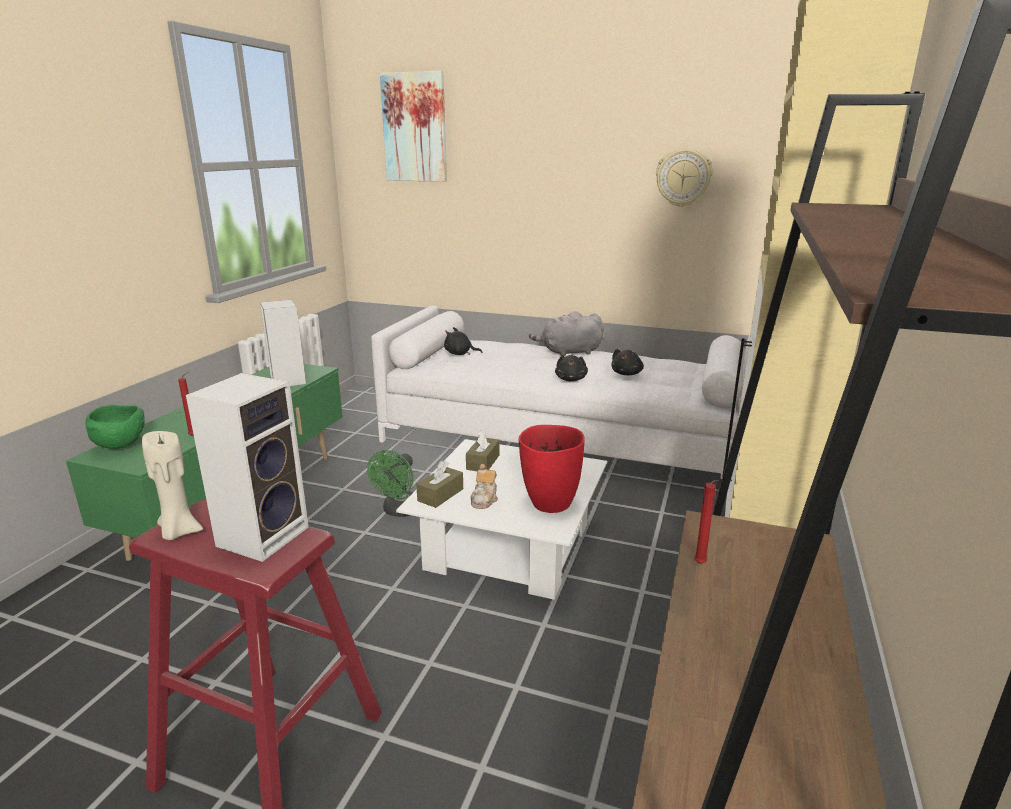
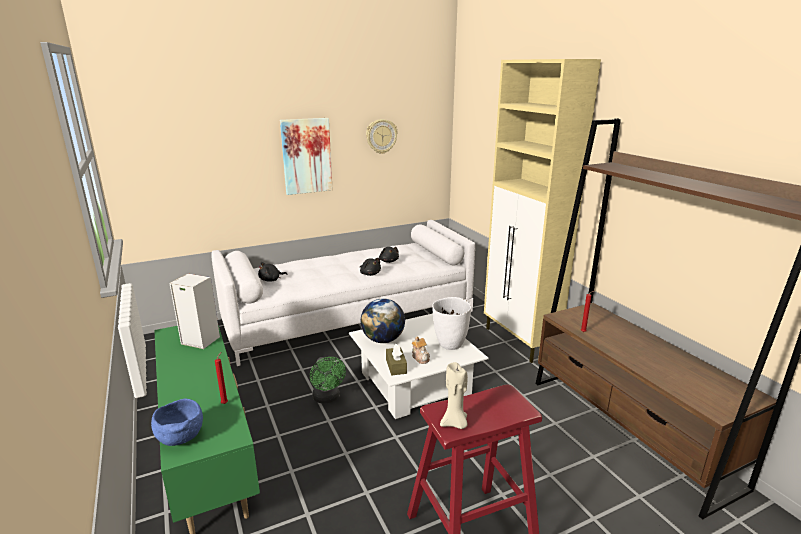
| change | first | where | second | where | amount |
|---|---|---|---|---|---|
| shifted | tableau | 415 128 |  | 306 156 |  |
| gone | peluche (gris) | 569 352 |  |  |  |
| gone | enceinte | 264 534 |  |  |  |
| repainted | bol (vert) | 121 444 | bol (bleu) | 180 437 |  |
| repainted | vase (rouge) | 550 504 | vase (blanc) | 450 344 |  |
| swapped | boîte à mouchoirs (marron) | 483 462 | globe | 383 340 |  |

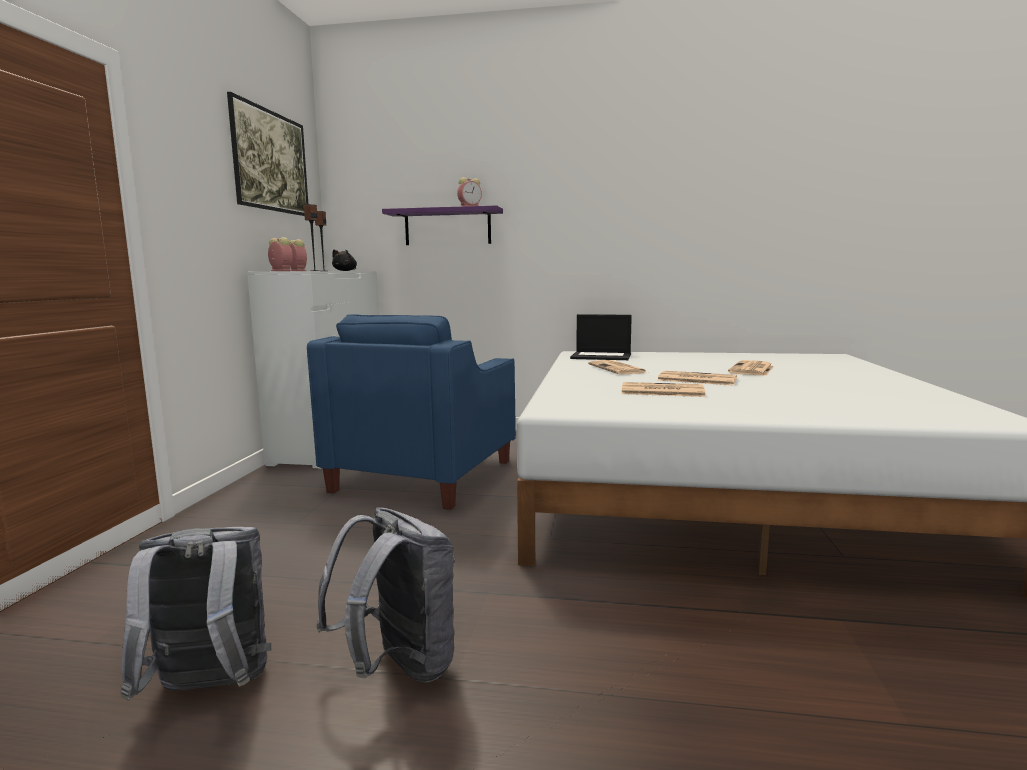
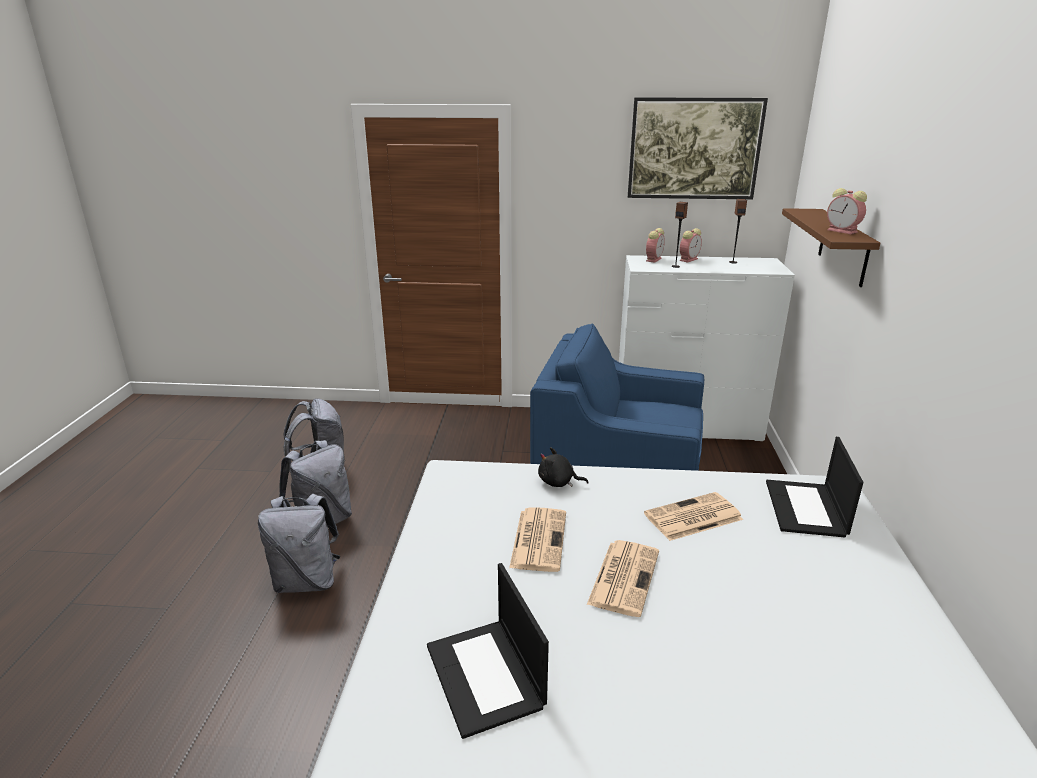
| change | first | where | second | where | amount |
|---|---|---|---|---|---|
| repainted | étagère (violet) | 447 227 | étagère (marron) | 843 247 |  |
| shifted | peluche (noir) | 345 271 |  | 558 482 |  |
| gone | journal | 752 369 |  |  |  |
| new |  |  | sac à dos (gris) | 307 581 |  |
| new |  |  | ordinateur portable | 486 676 |  |

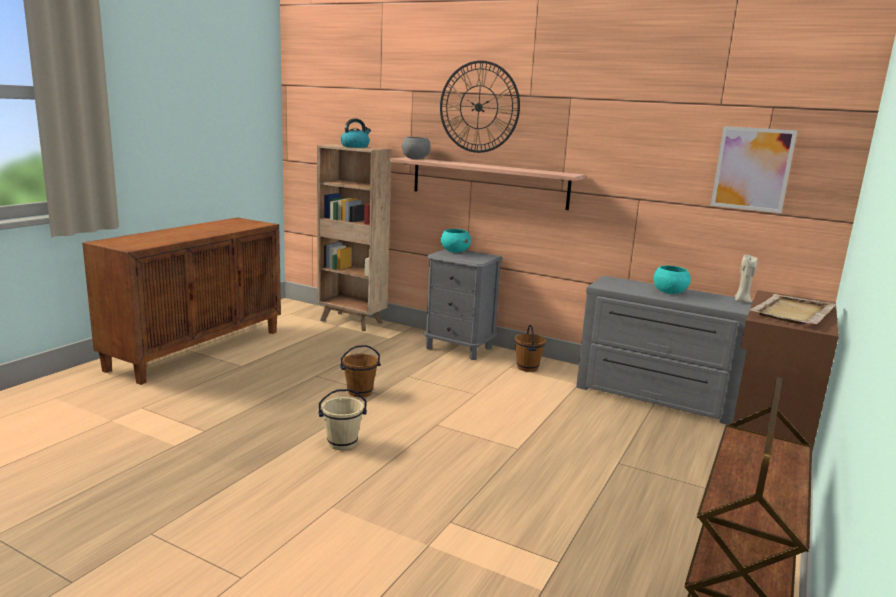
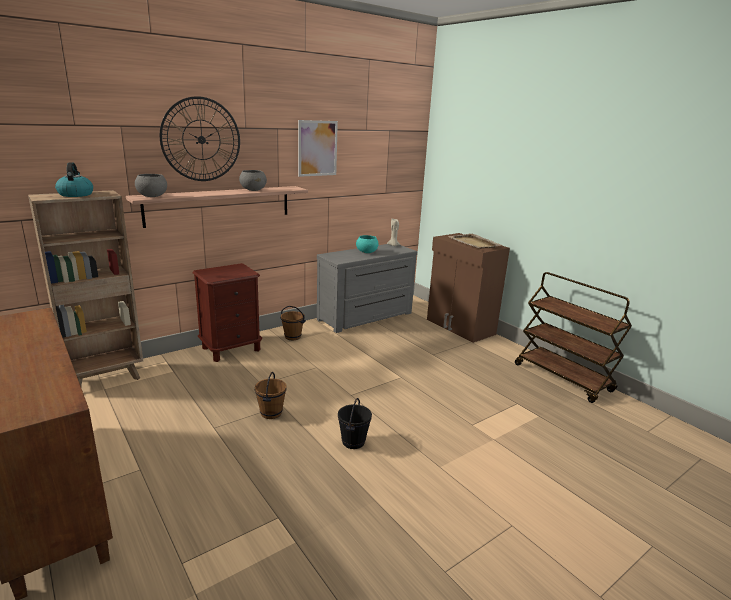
| change | first | where | second | where | amount |
|---|---|---|---|---|---|
| shifted | tableau | 752 169 |  | 317 148 |  |
| gone | bol (turquoise) | 455 251 |  |  |  |
| repainted | table de chevet (gris) | 459 348 | table de chevet (marron) | 231 349 |  |
| repainted | seau (beige) | 342 443 | seau (noir) | 353 442 |  |
| new |  |  | bol (gris) | 253 190 |  |

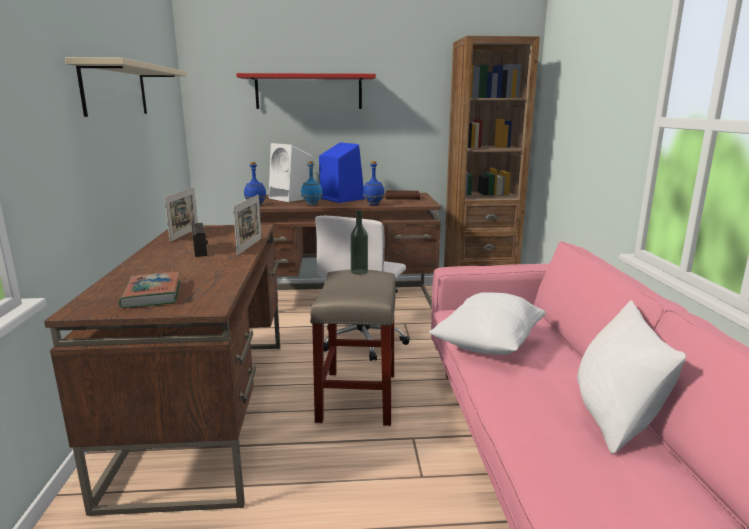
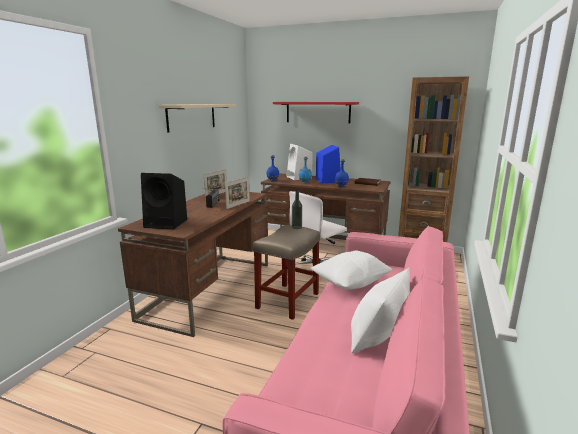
| change | first | where | second | where | amount |
|---|---|---|---|---|---|
| swapped | livre | 152 294 | enceinte (noir) | 167 223 |  |

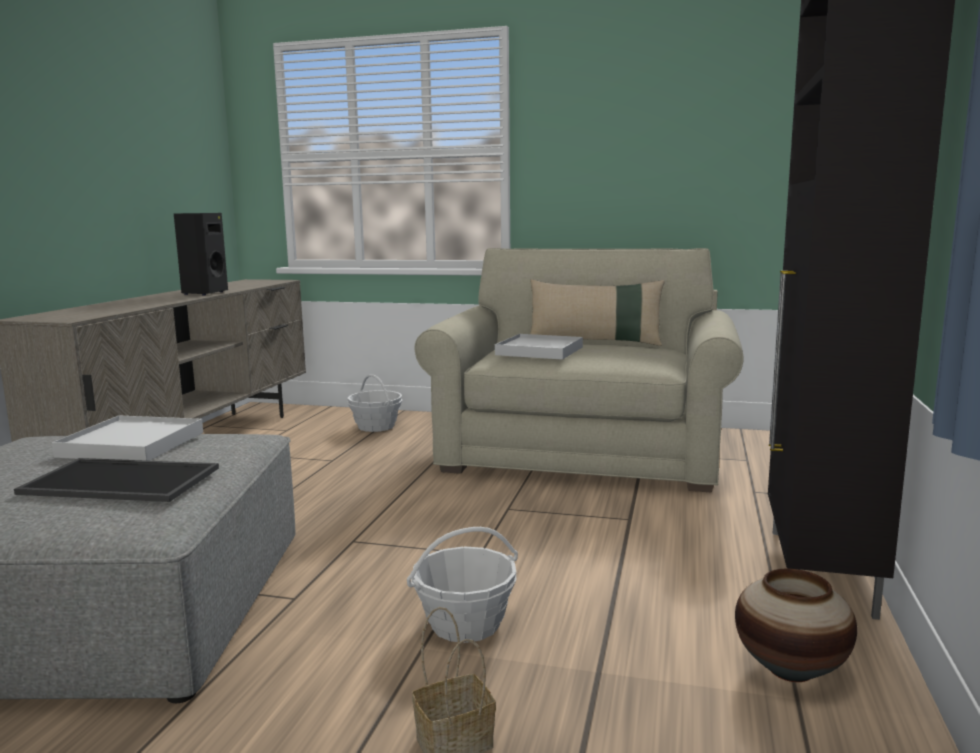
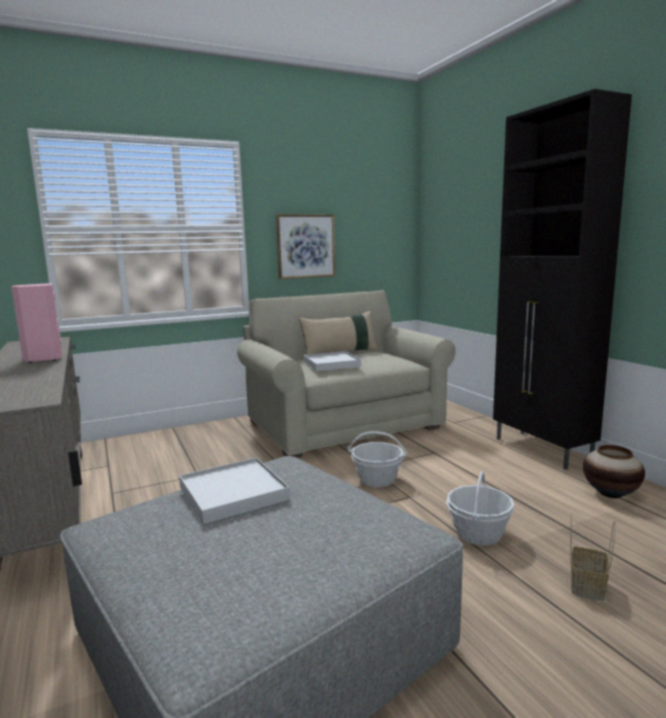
| change | first | where | second | where | amount |
|---|---|---|---|---|---|
| repainted | enceinte (noir) | 203 293 | enceinte (rose) | 43 359 |  |
| shifted | panier | 376 426 |  | 377 479 |  |
| gone | plateau | 118 482 |  |  |  |
| new |  |  | tableau | 306 246 |  |

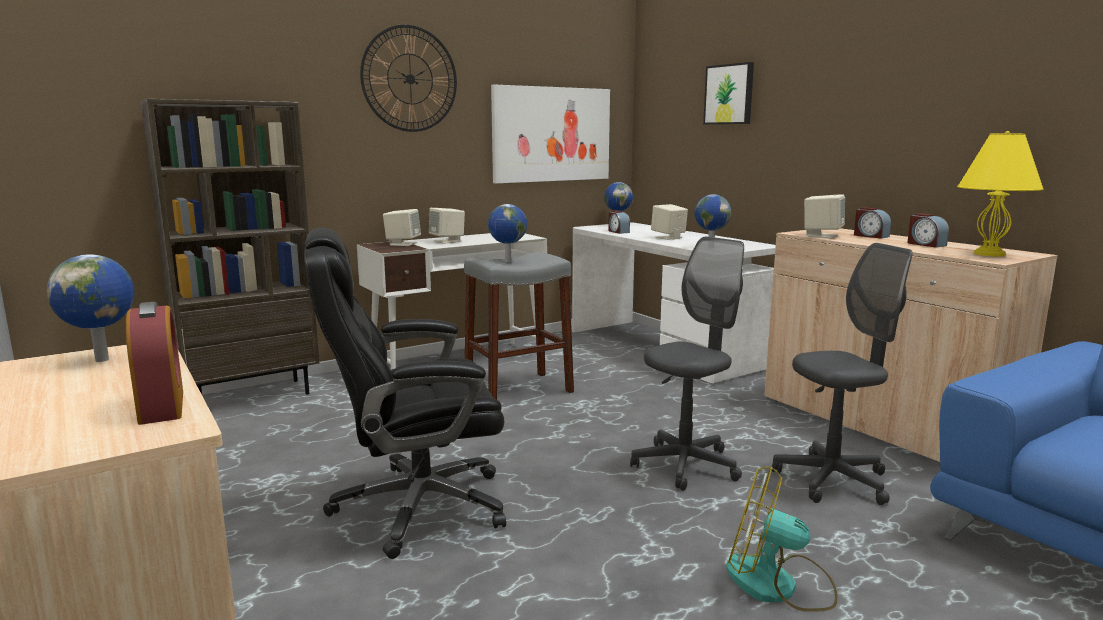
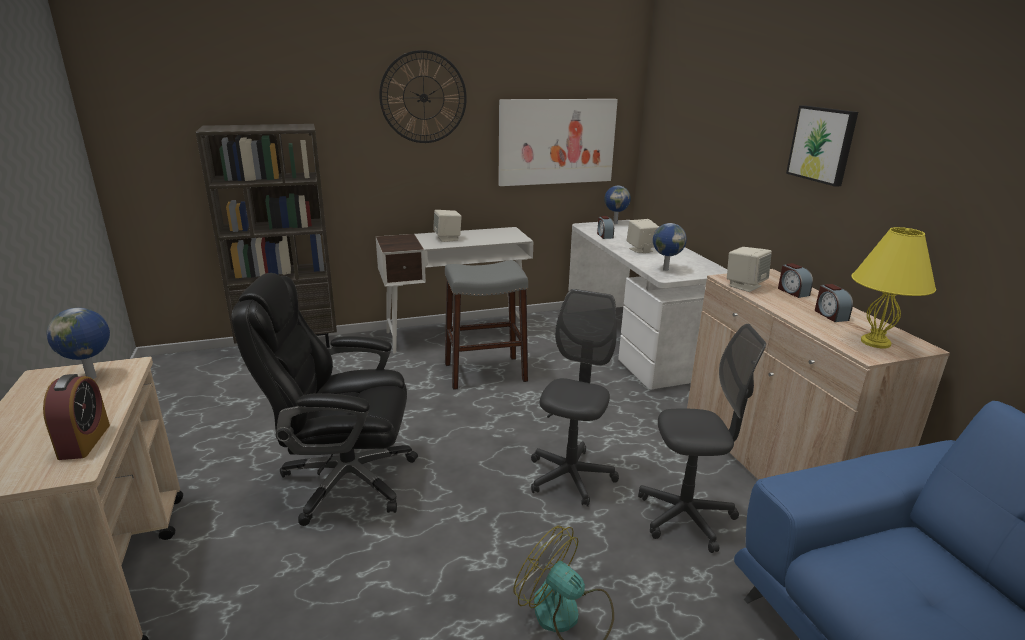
| change | first | where | second | where | amount |
|---|---|---|---|---|---|
| shifted | tableau | 729 94 |  | 822 144 |  |
| gone | globe | 507 261 |  |  |  |
| gone | enceinte (beige) | 403 244 |  |  |  |
| rotated | chaise de bureau (gris) | 685 465 |  | 570 477 | 45 degrees counterclockwise |

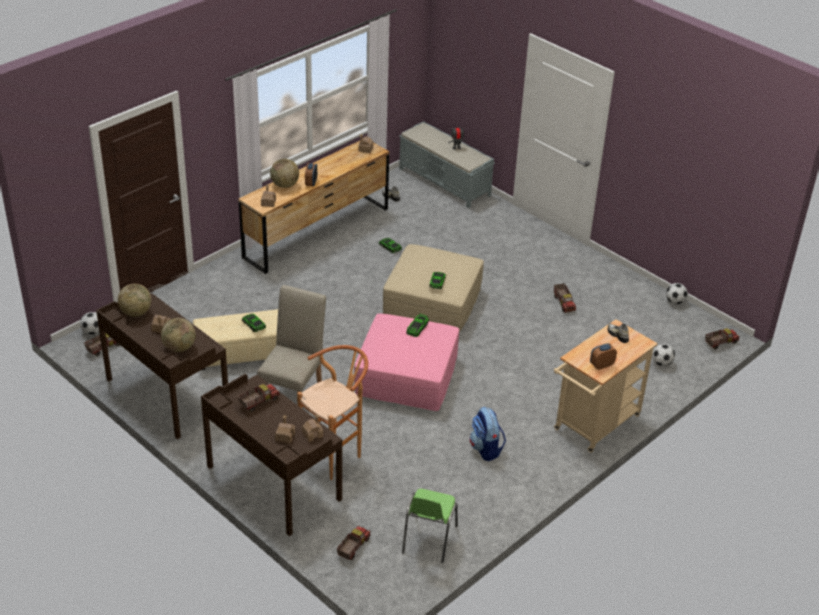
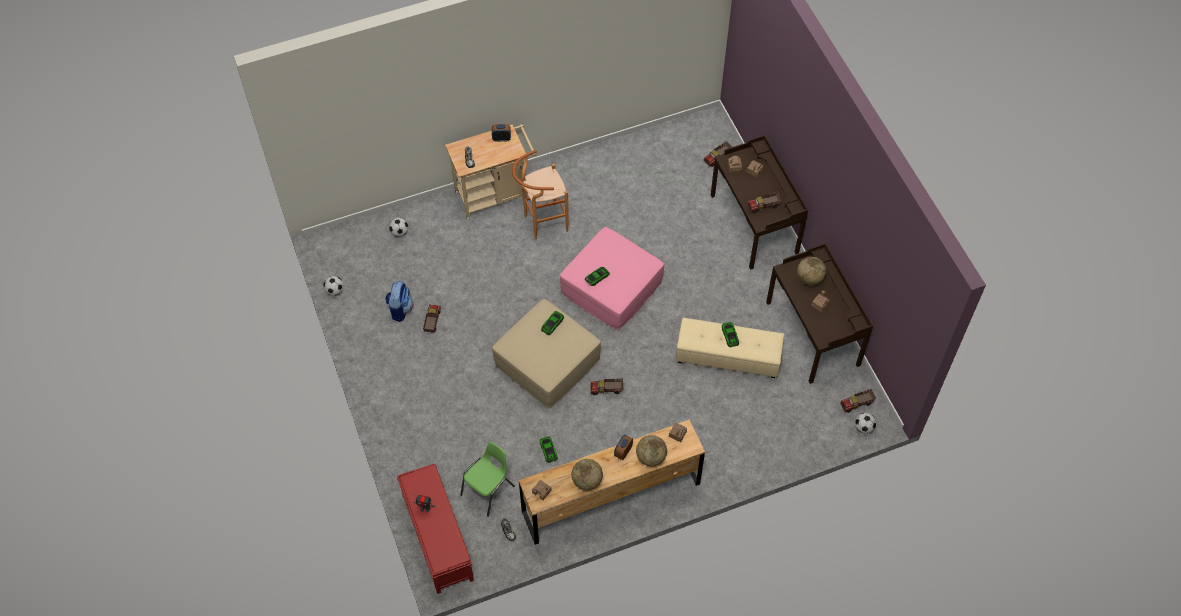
| change | first | where | second | where | amount |
|---|---|---|---|---|---|
| repainted | banc (gris) | 445 182 | banc (rouge) | 437 537 |  |
| shifted | globe | 136 312 |  | 587 481 |  |
| gone | chaise (beige) | 294 393 |  |  |  |
| shifted | camion jouet | 720 343 |  | 606 389 |  |
| shifted | tabouret (marron) | 335 454 |  | 541 223 |  |
| shifted | sac à dos | 486 449 |  | 400 309 |  |
| shifted | chaise (vert) | 428 540 |  | 488 490 |  |

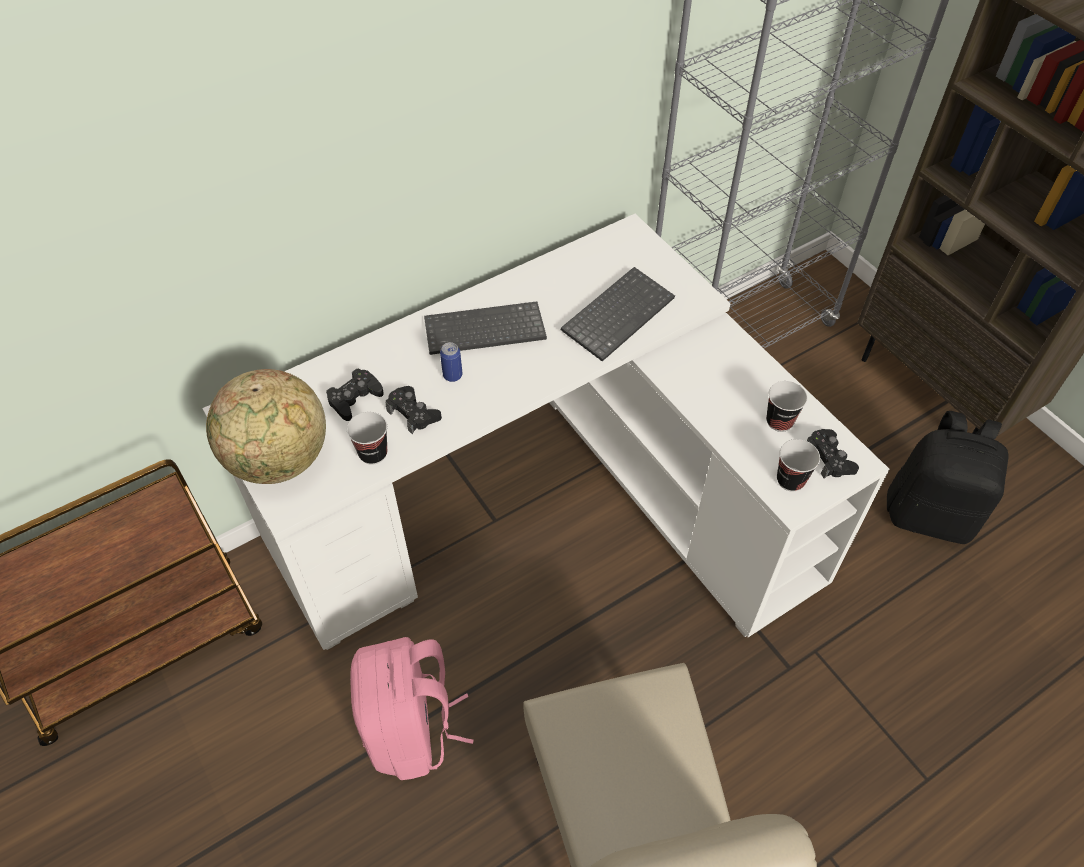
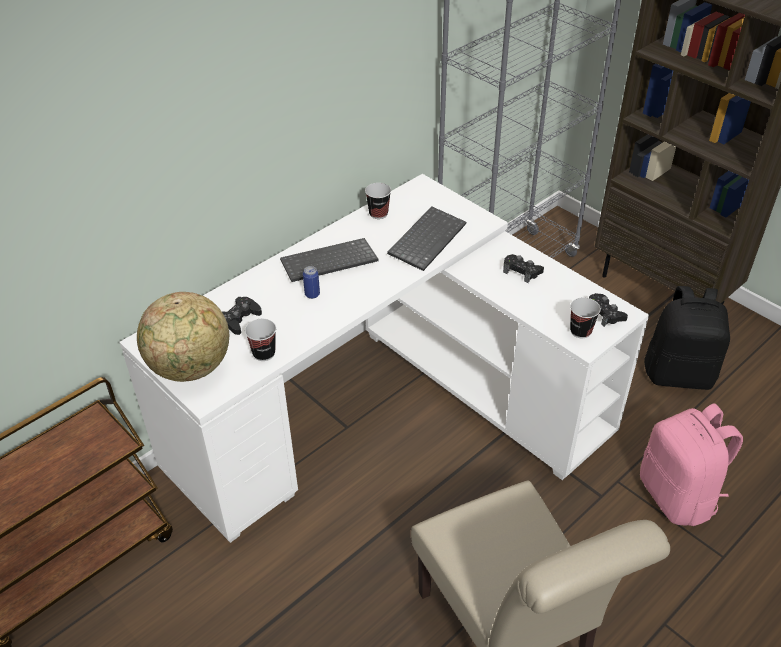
| change | first | where | second | where | amount |
|---|---|---|---|---|---|
| shifted | tasse | 779 421 |  | 378 213 |  |
| shifted | manette (noir) | 413 413 |  | 522 271 |  |
| shifted | sac à dos (rose) | 412 730 |  | 678 496 |  |

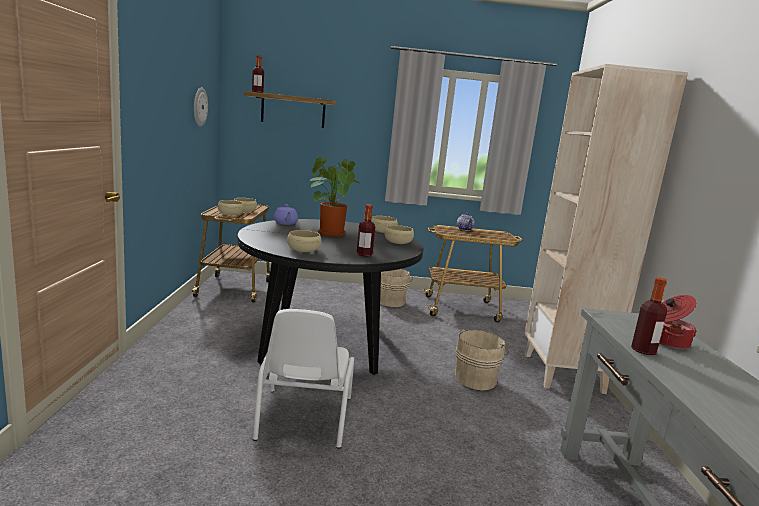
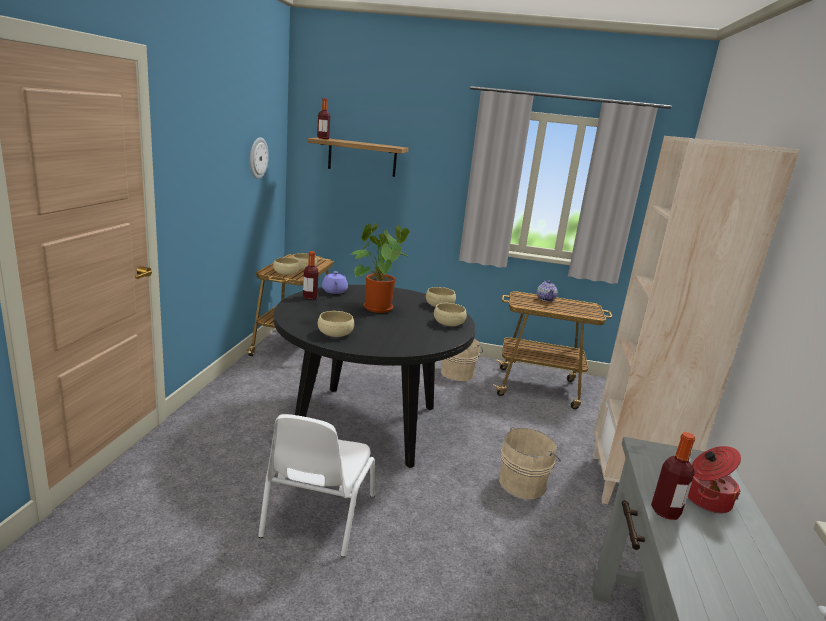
| change | first | where | second | where | amount |
|---|---|---|---|---|---|
| shifted | bouteille | 364 254 |  | 310 297 |  |

